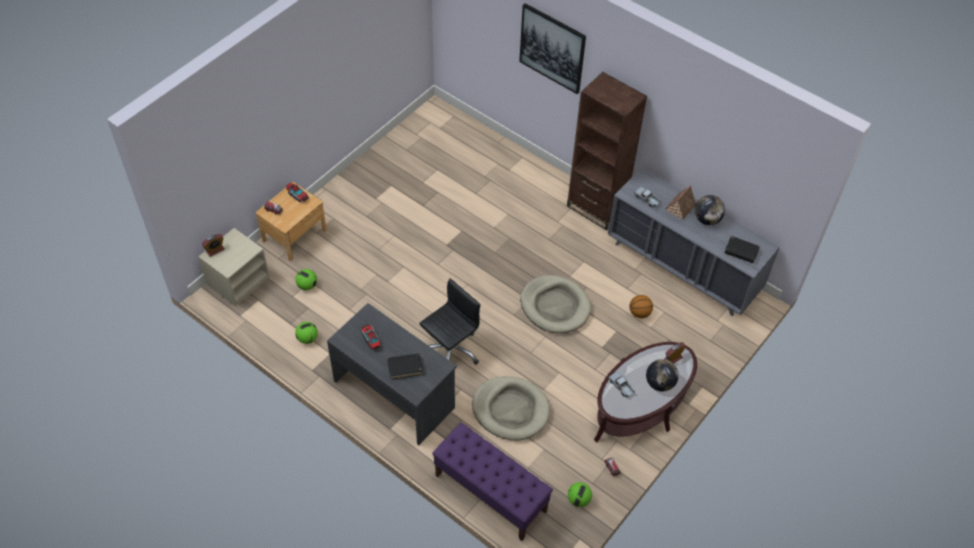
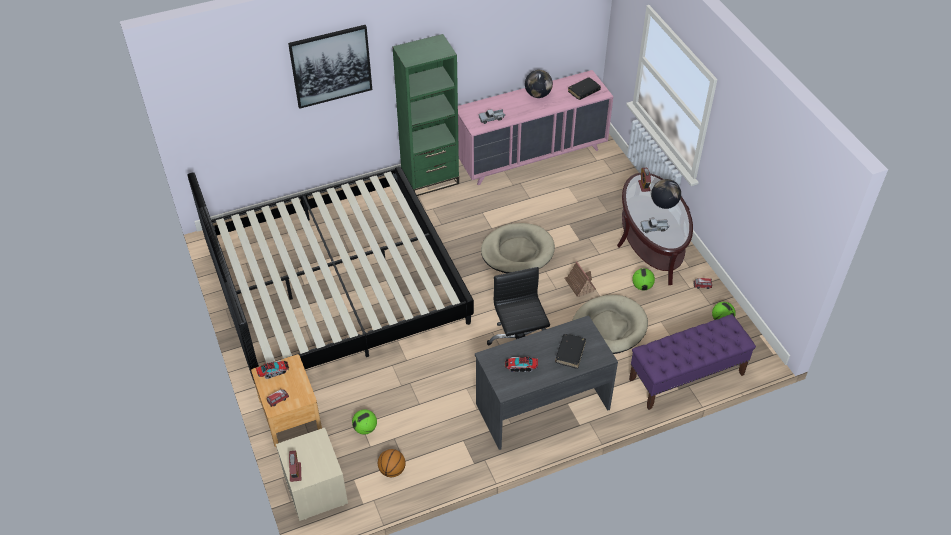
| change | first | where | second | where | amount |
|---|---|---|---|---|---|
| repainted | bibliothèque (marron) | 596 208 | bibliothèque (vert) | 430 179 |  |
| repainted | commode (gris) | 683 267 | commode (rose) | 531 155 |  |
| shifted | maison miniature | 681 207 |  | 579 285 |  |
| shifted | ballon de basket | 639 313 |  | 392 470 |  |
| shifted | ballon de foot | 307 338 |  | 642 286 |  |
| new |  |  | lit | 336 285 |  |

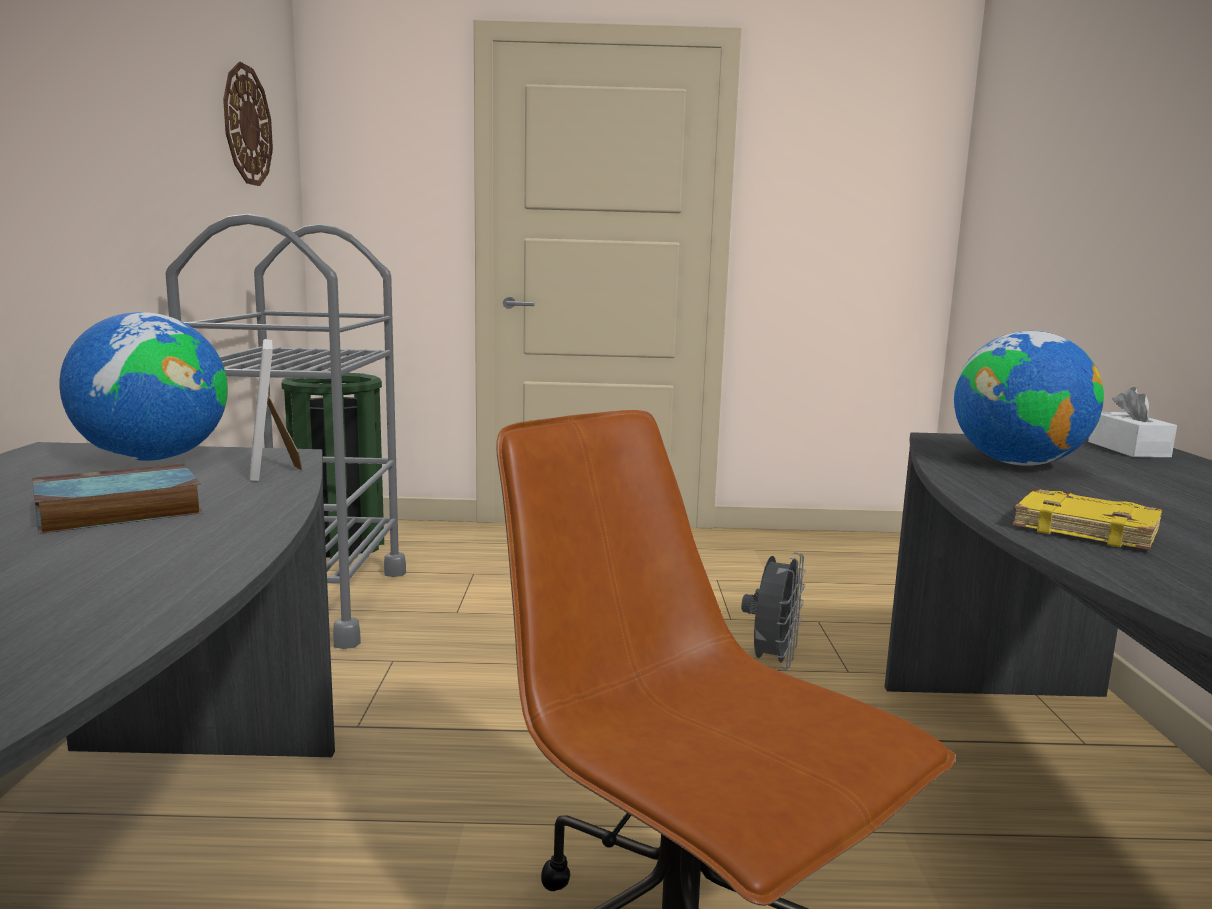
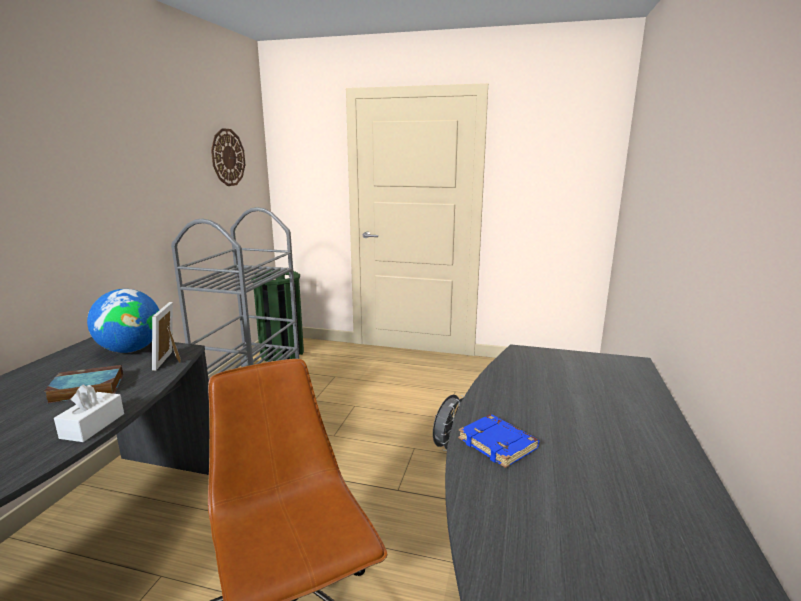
| change | first | where | second | where | amount |
|---|---|---|---|---|---|
| gone | globe | 1016 463 |  |  |  |
| shifted | boîte à mouchoirs (blanc) | 1128 449 |  | 93 426 |  |
| repainted | livre (jaune) | 1088 529 | livre (bleu) | 499 444 |  |

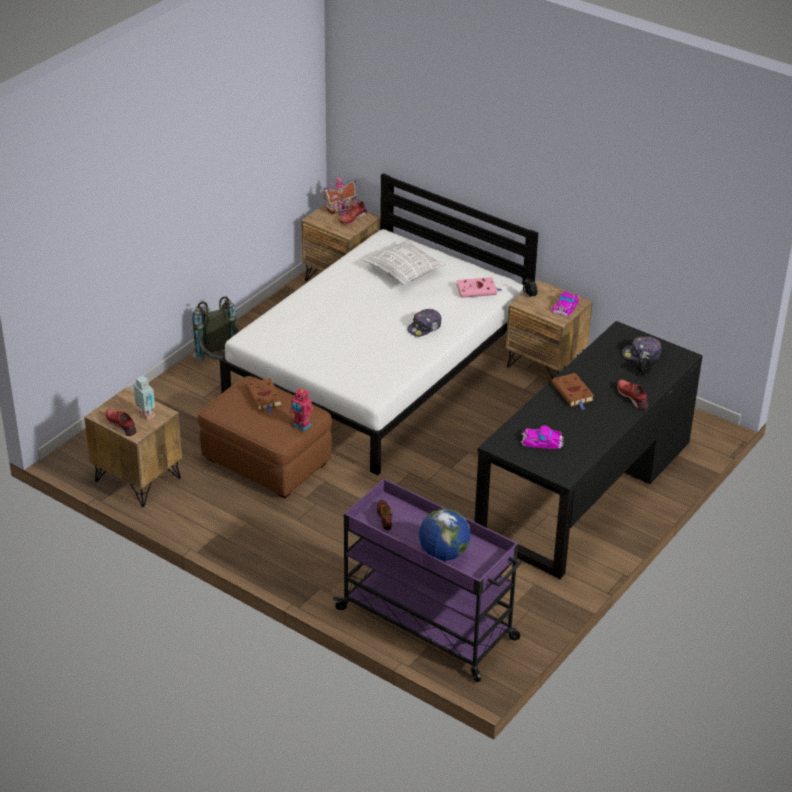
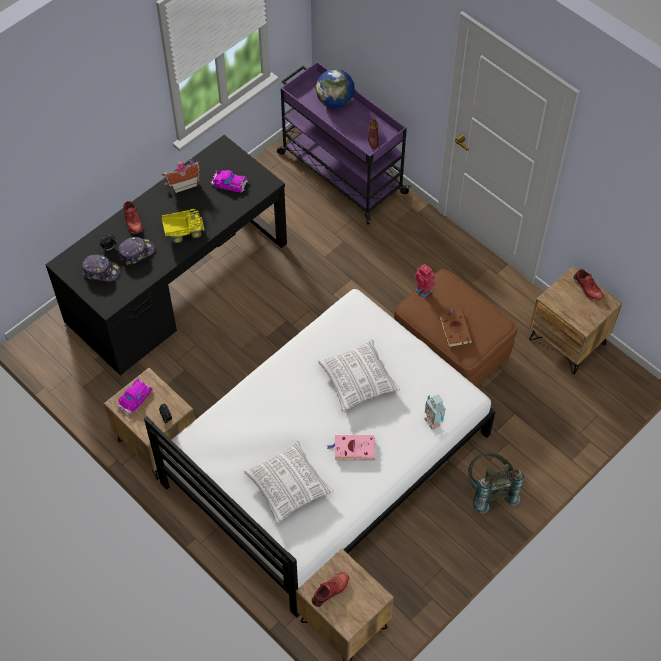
| change | first | where | second | where | amount |
|---|---|---|---|---|---|
| shifted | maison miniature | 340 210 |  | 183 184 |  |
| shifted | livre (rose) | 477 290 |  | 353 449 |  |
| shifted | casquette | 424 328 |  | 136 252 |  |
| swapped | livre (marron) | 573 393 | camion jouet | 183 232 |  |
| shifted | robot jouet | 146 415 |  | 433 421 |  |
| new |  |  | coussin | 357 380 |  |

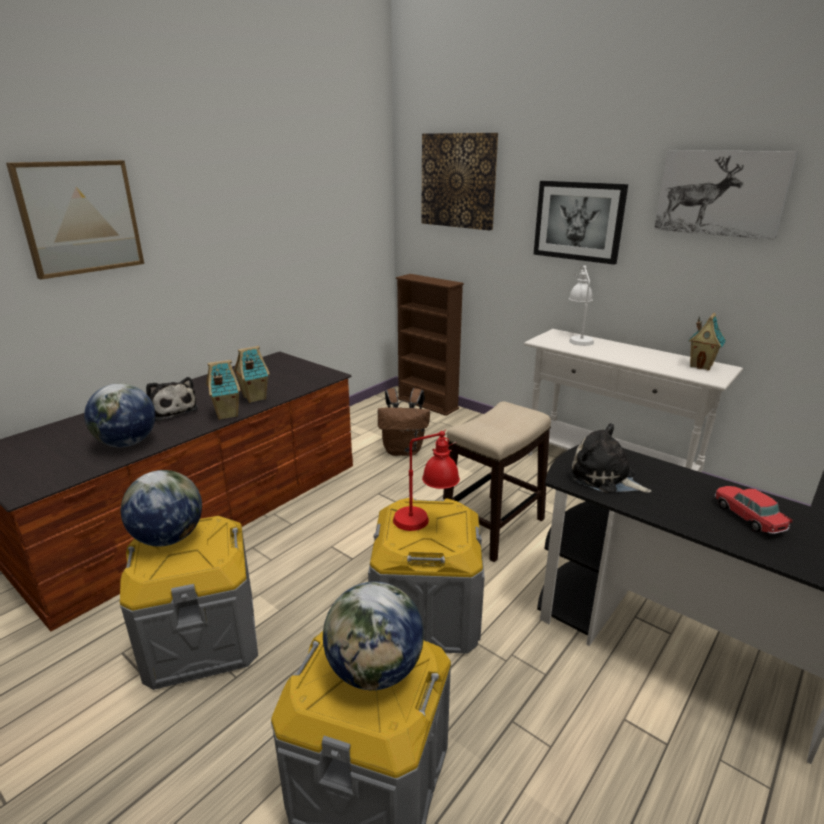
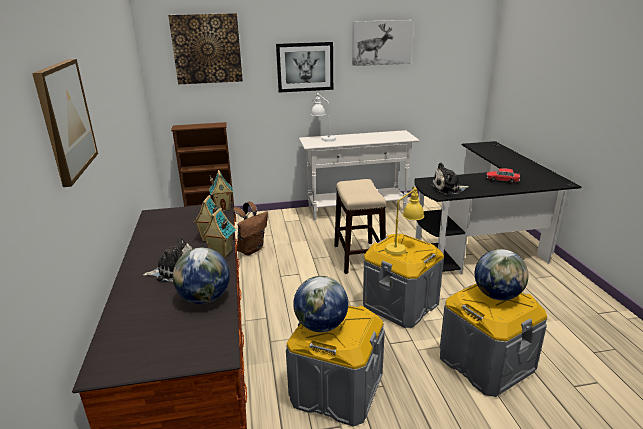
| change | first | where | second | where | amount |
|---|---|---|---|---|---|
| shifted | maison miniature | 701 366 |  | 223 208 |  |
| repainted | lampe de table (rouge) | 425 523 | lampe de table (jaune) | 403 247 |  |

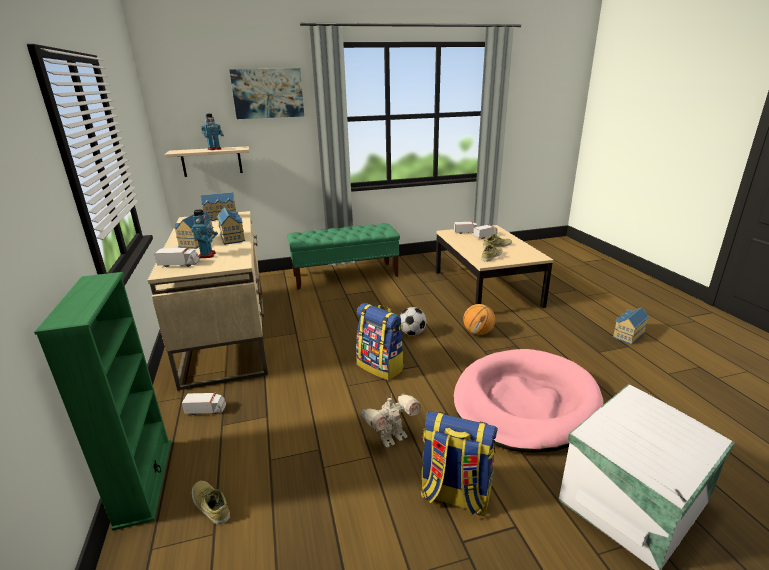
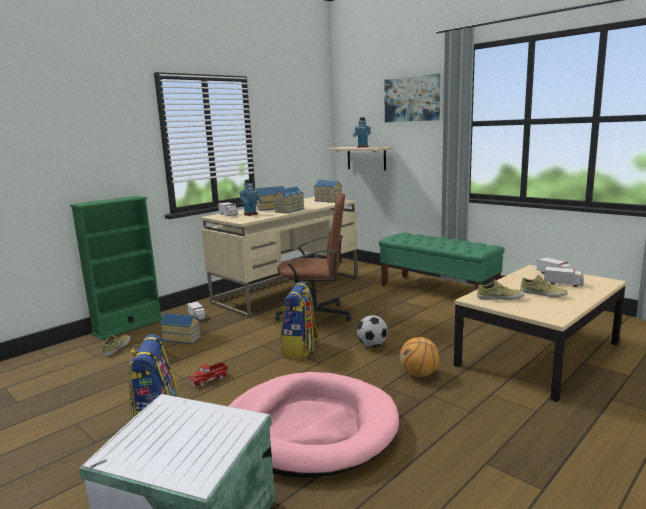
| change | first | where | second | where | amount |
|---|---|---|---|---|---|
| shifted | maison miniature | 627 334 |  | 182 338 |  |
| swapped | robot jouet | 392 437 | camion jouet | 209 379 |  |
| new |  |  | chaise de bureau (marron) | 315 316 |  |

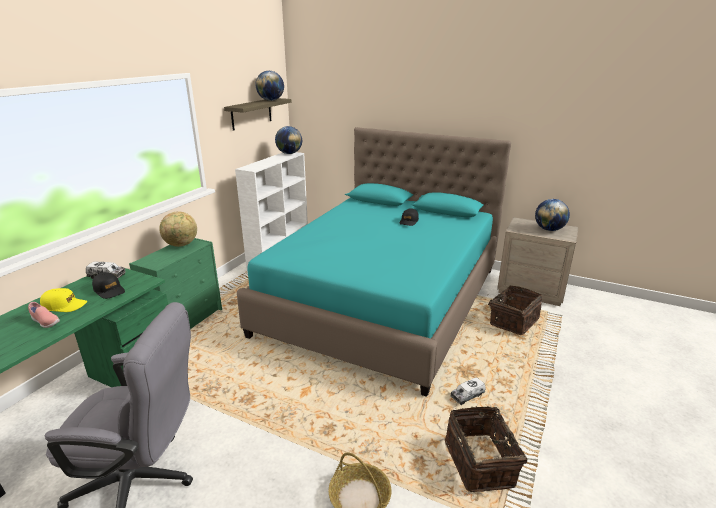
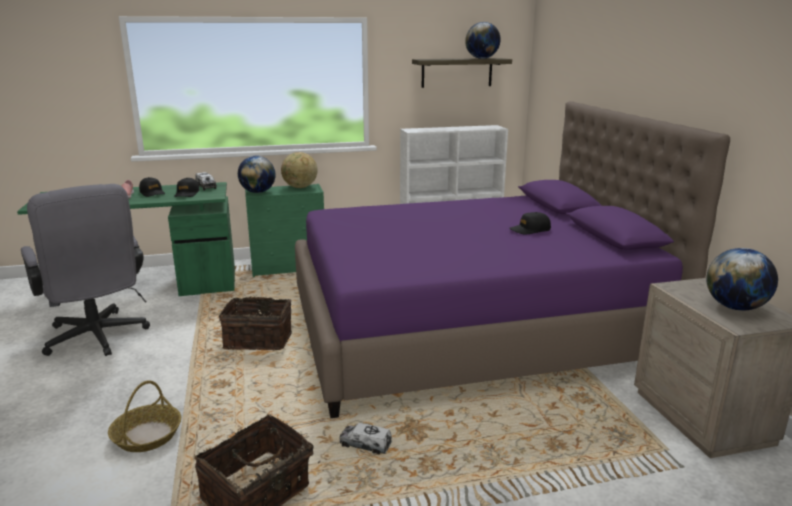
| change | first | where | second | where | amount |
|---|---|---|---|---|---|
| shifted | globe | 289 153 |  | 258 192 |  |
| repainted | lit (turquoise) | 383 300 | lit (violet) | 470 328 |  |
| shifted | panier | 512 321 |  | 259 340 |  |
| repainted | casquette (jaune) | 64 305 | casquette (noir) | 152 193 |  |

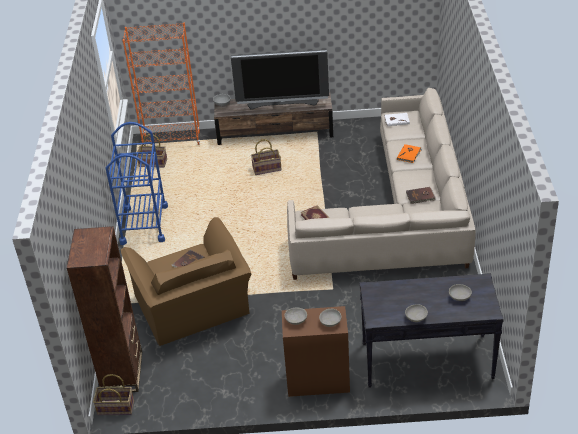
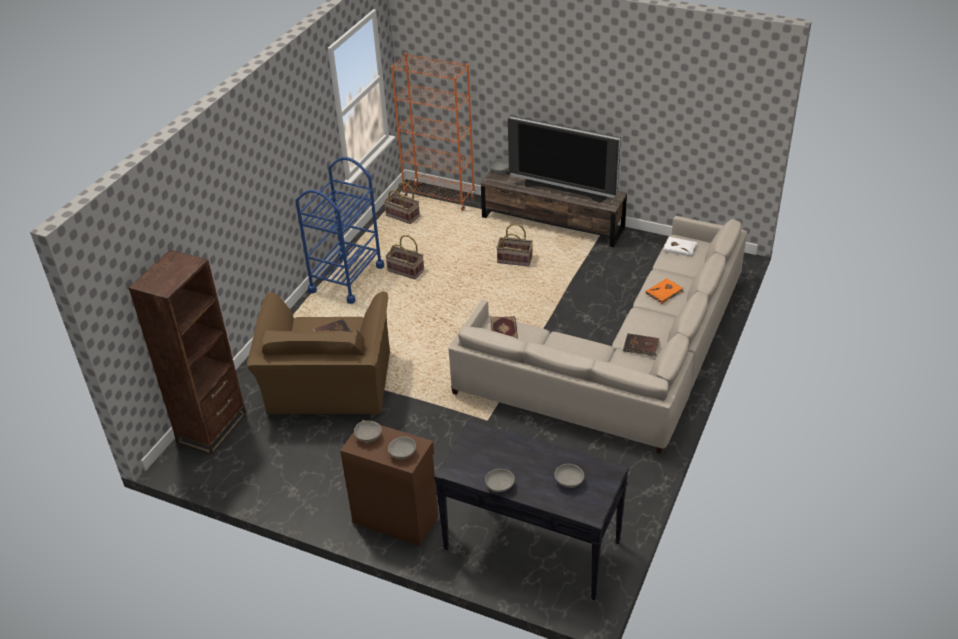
| change | first | where | second | where | amount |
|---|---|---|---|---|---|
| shifted | panier | 115 408 |  | 405 271 |  |

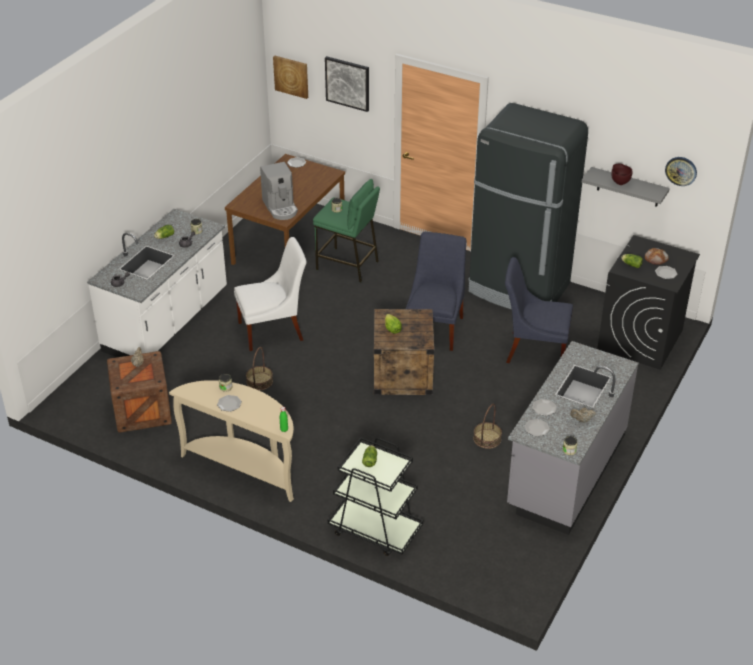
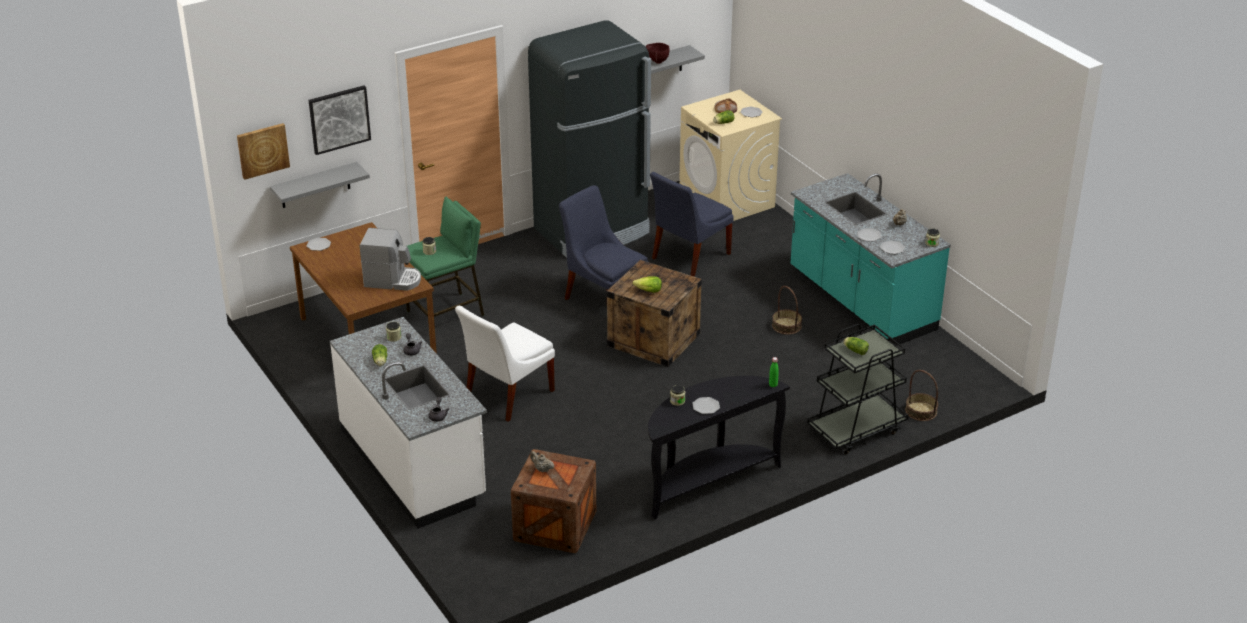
| change | first | where | second | where | amount |
|---|---|---|---|---|---|
| gone | horloge murale | 681 171 |  |  |  |
| repainted | lave-linge (noir) | 640 340 | lave-linge (beige) | 727 200 |  |
| rotated | chaise (blanc) | 274 330 |  | 506 395 | 150 degrees counterclockwise |
| repainted | comptoir de cuisine (gris) | 565 470 | comptoir de cuisine (turquoise) | 861 301 |  |
| shifted | panier | 259 381 |  | 921 411 |  |
| repainted | table console (beige) | 244 468 | table console (noir) | 707 481 |  |
| new |  |  | étagère (gris) | 315 185 |  |

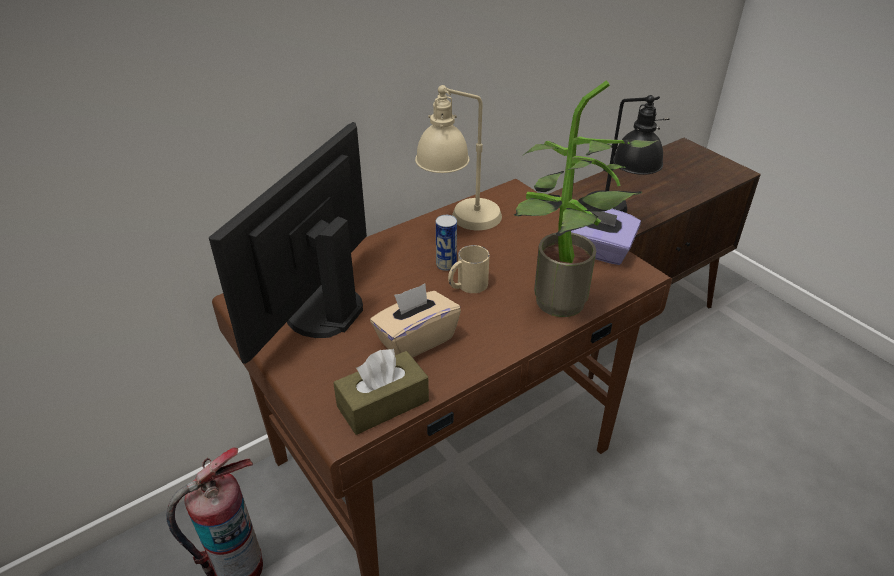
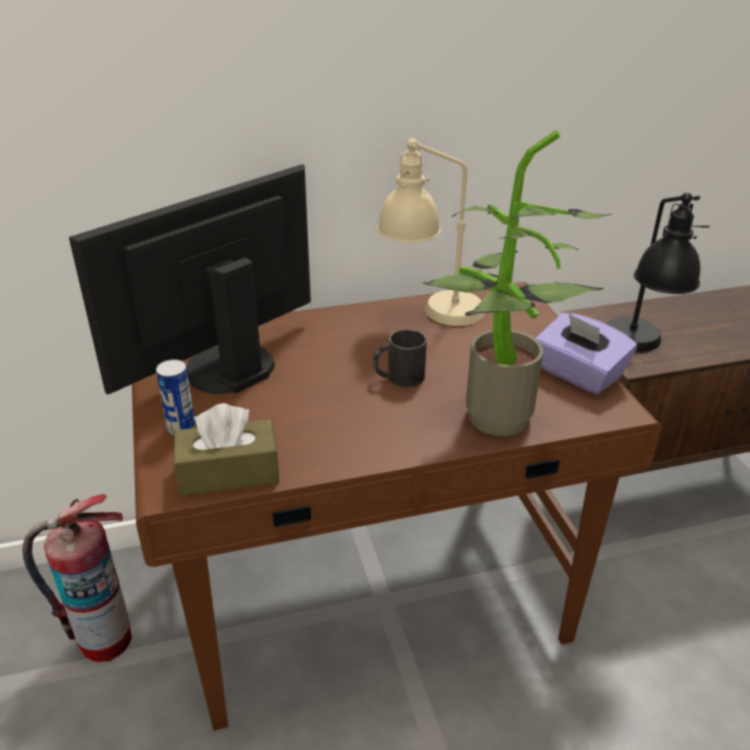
| change | first | where | second | where | amount |
|---|---|---|---|---|---|
| shifted | boîte métallique | 446 265 |  | 181 428 |  |
| repainted | mug (beige) | 467 285 | mug (noir) | 398 377 |  |
| gone | boîte à mouchoirs (beige) | 415 340 |  |  |  |

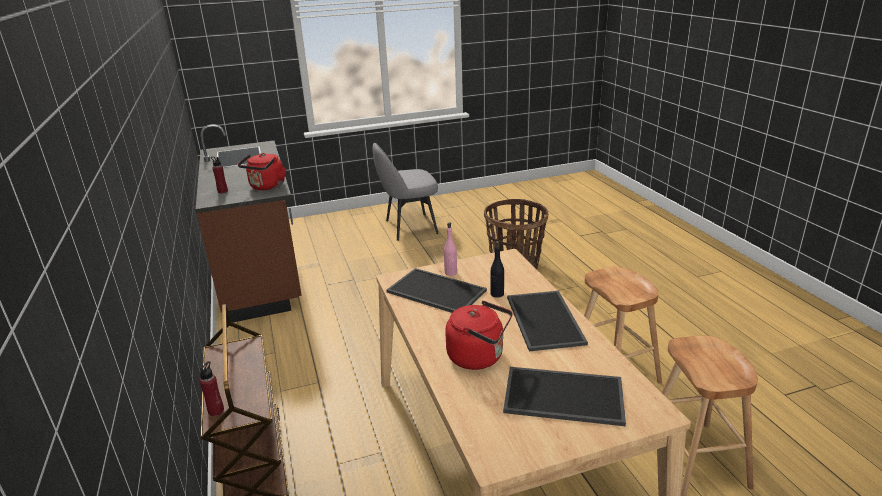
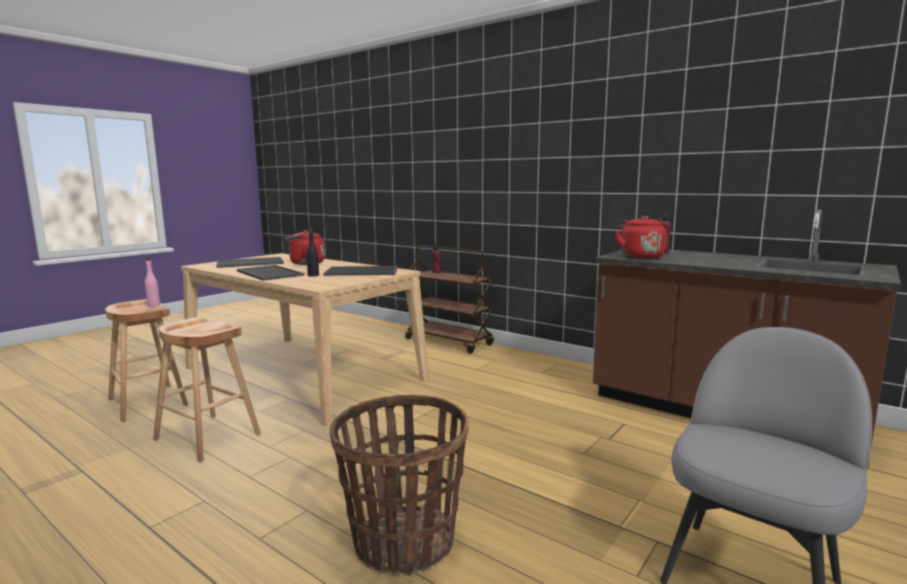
| change | first | where | second | where | amount |
|---|---|---|---|---|---|
| shifted | bouteille (rose) | 451 272 |  | 153 305 |  |

